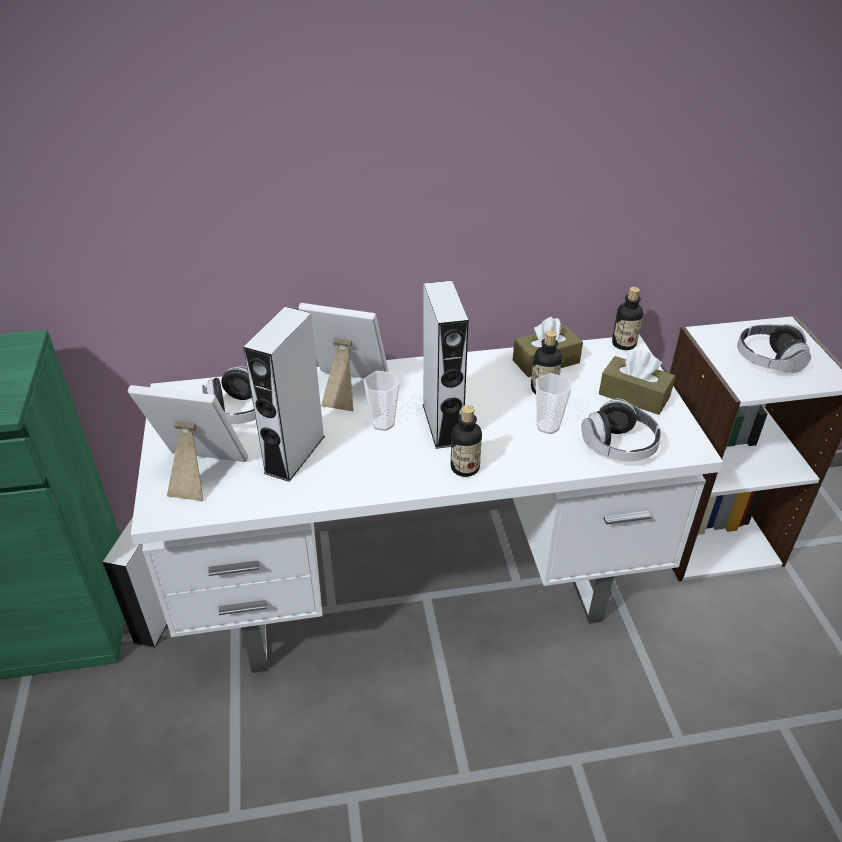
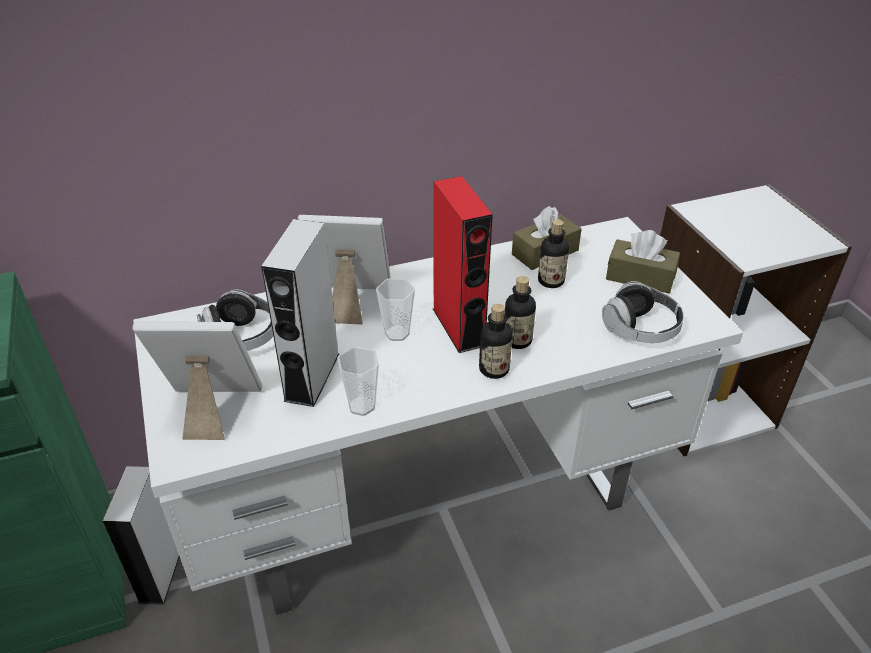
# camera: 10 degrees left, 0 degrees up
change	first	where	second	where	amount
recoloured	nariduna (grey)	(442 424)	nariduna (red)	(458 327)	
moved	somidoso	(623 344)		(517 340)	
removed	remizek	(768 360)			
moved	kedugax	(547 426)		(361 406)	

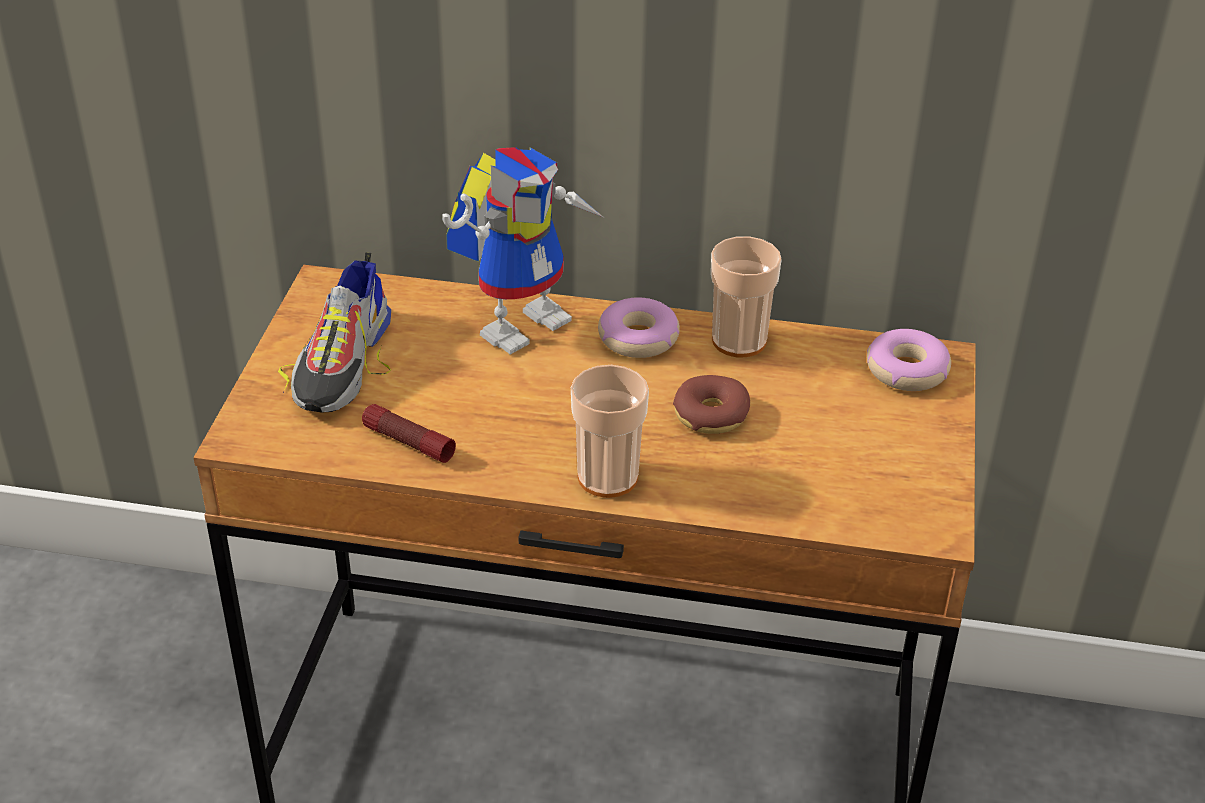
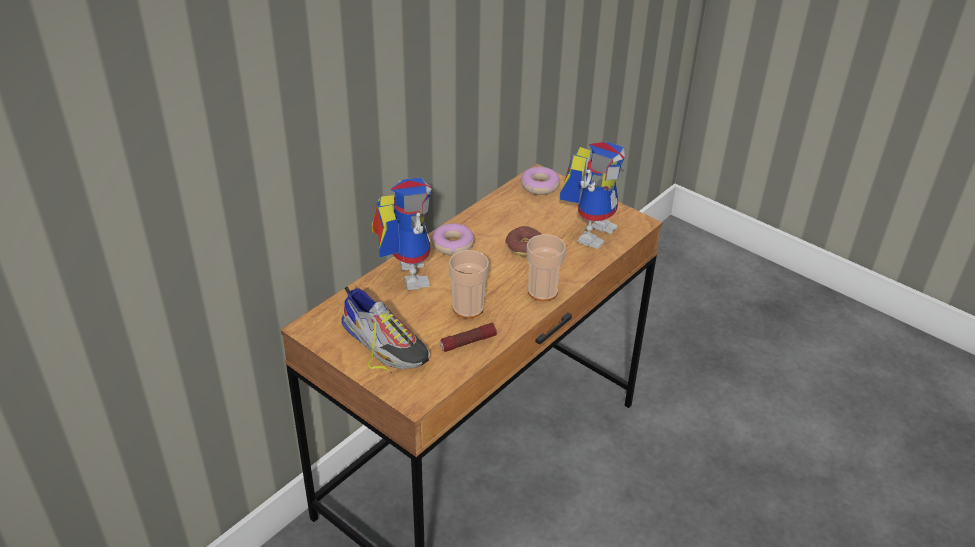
# camera: 60 degrees left, 0 degrees up
change	first	where	second	where	amount
moved	kedugax	(739 341)		(468 308)	
added			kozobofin	(592 230)	

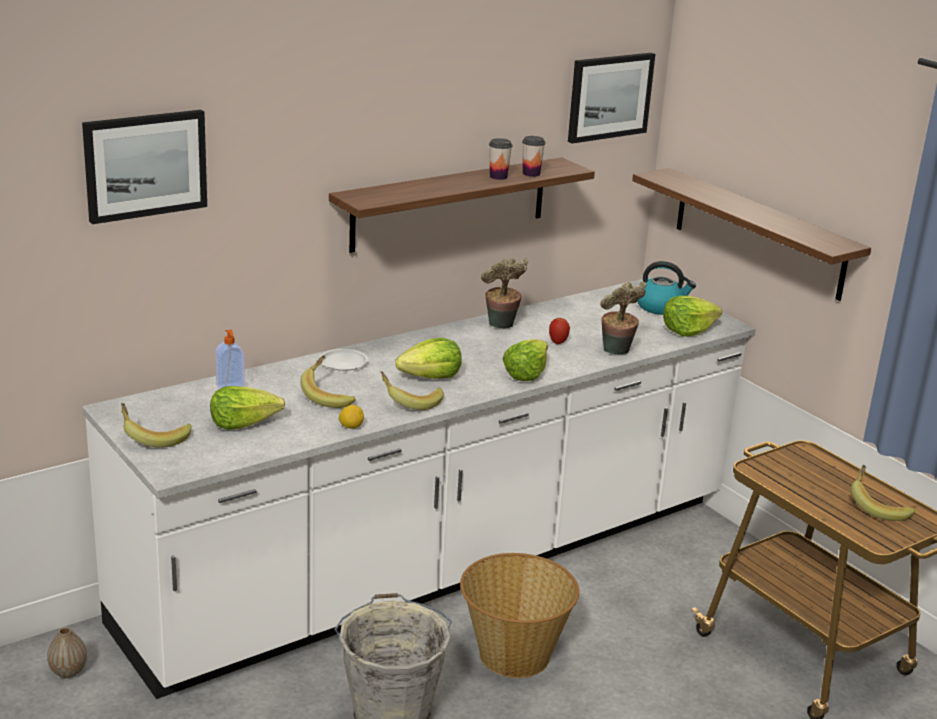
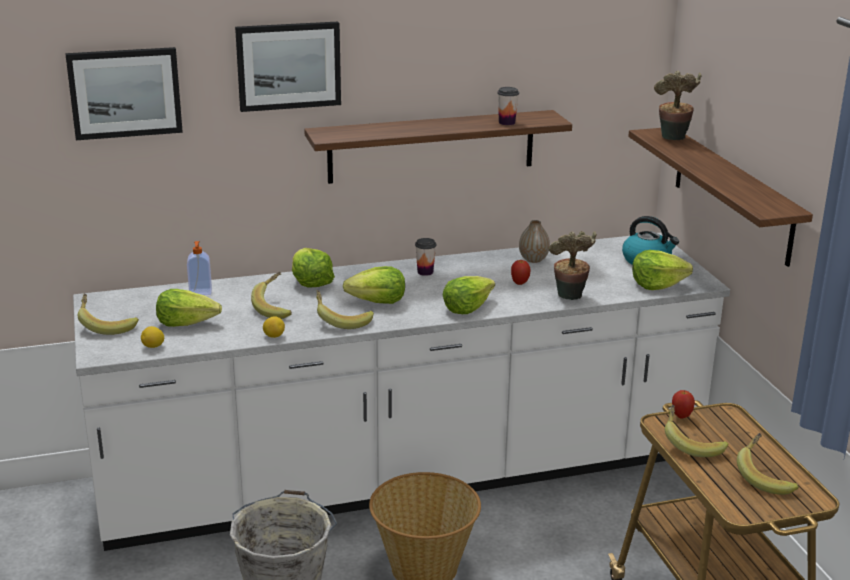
# camera: 20 degrees right, 0 degrees up
change	first	where	second	where	amount
moved	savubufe	(609 96)		(288 65)	
moved	kedugax	(498 177)		(425 272)	
moved	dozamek	(501 327)		(673 139)	
replaced	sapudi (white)	(343 363)	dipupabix	(311 282)	
moved	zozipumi	(68 672)		(533 259)	
added			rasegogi	(153 347)	
added			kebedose	(681 416)	
added			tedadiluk	(691 444)	

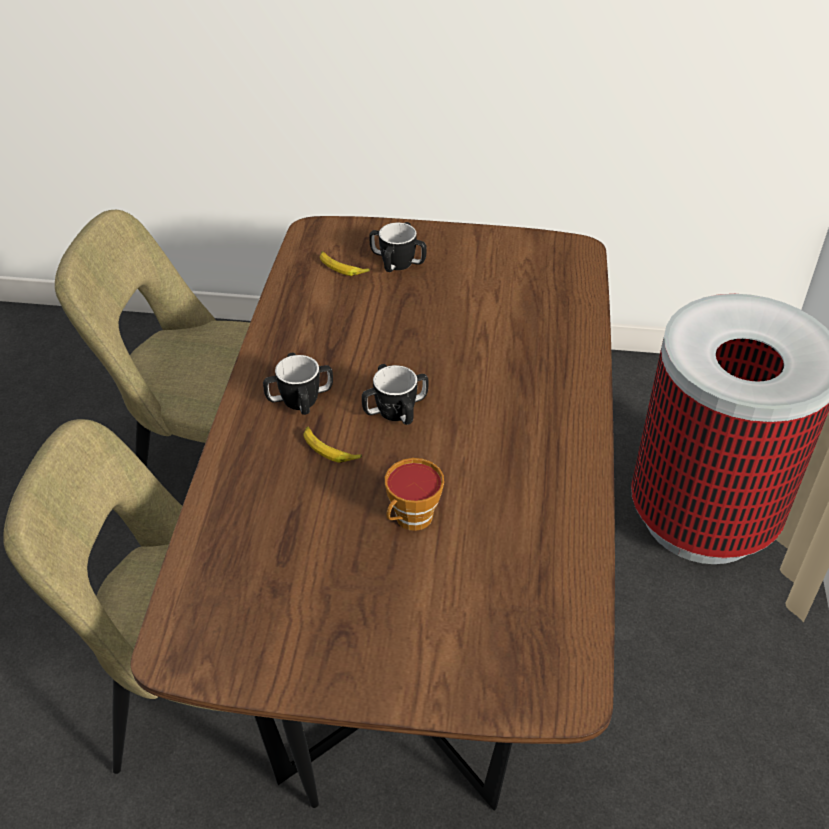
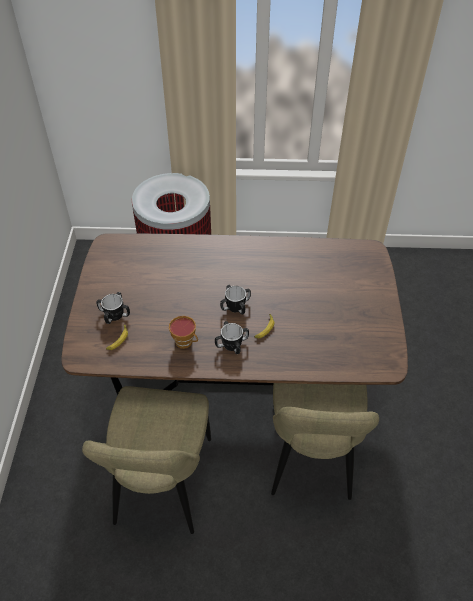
# camera: 95 degrees left, 5 degrees up
change	first	where	second	where	amount
moved	kedugax	(411 519)		(186 342)	

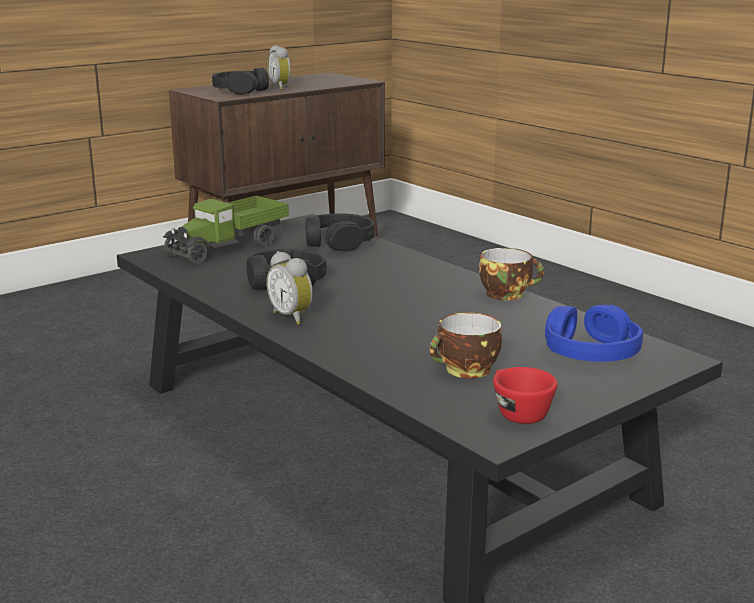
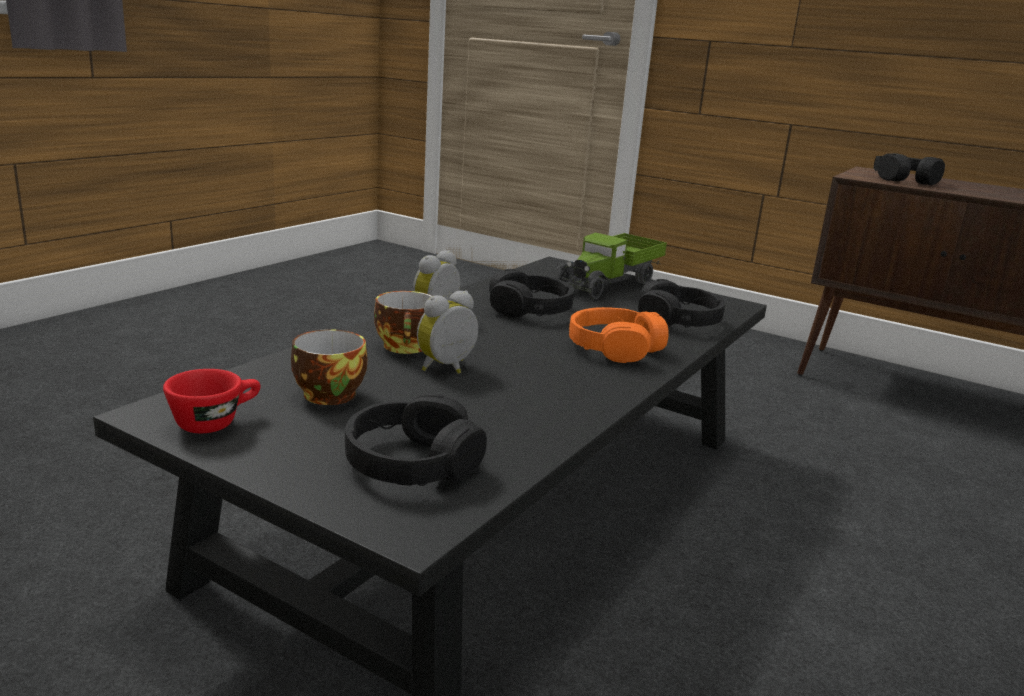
# camera: 70 degrees right, 0 degrees up
change	first	where	second	where	amount
moved	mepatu	(281 87)		(448 368)	
turned	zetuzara	(228 247)		(609 283)	75 degrees counterclockwise
moved	kedugax	(507 294)		(407 347)	
recoloured	remizek (blue)	(590 351)	remizek (black)	(412 463)	
added			remizek (orange)	(614 347)	

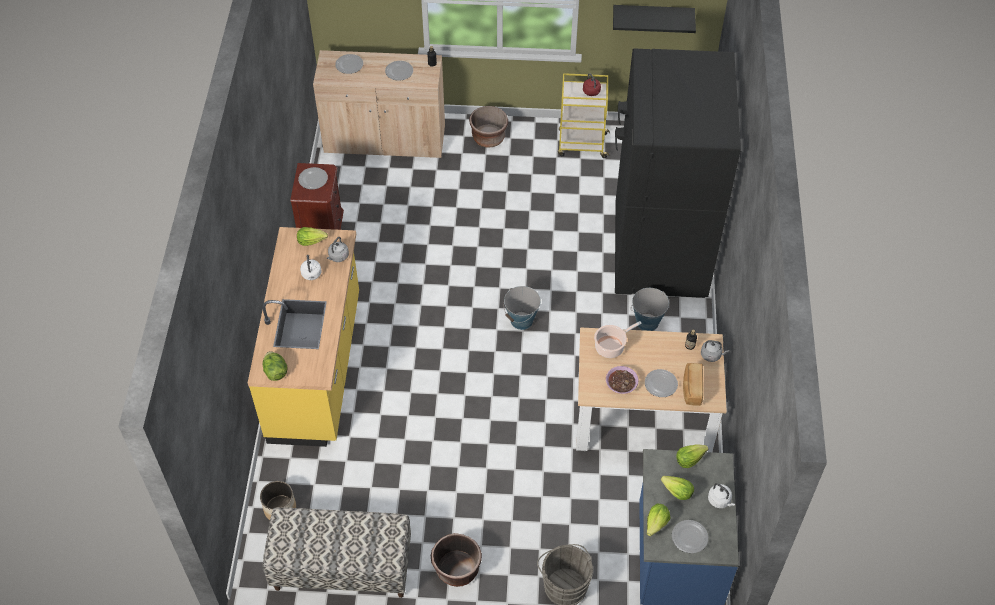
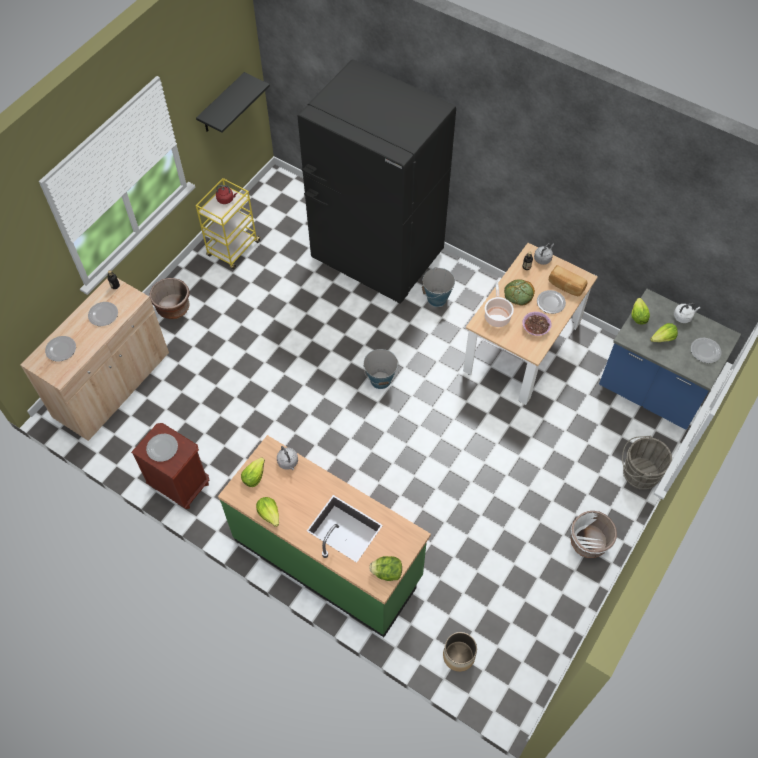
# camera: 60 degrees left, 5 degrees up
change	first	where	second	where	amount
recoloured	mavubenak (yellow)	(317 368)	mavubenak (green)	(328 558)	
removed	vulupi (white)	(311 275)			
moved	dipupabix	(656 523)		(269 514)	
removed	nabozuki	(342 568)			
recoloured	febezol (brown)	(457 569)	febezol (white)	(588 542)	
added			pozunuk	(518 294)	

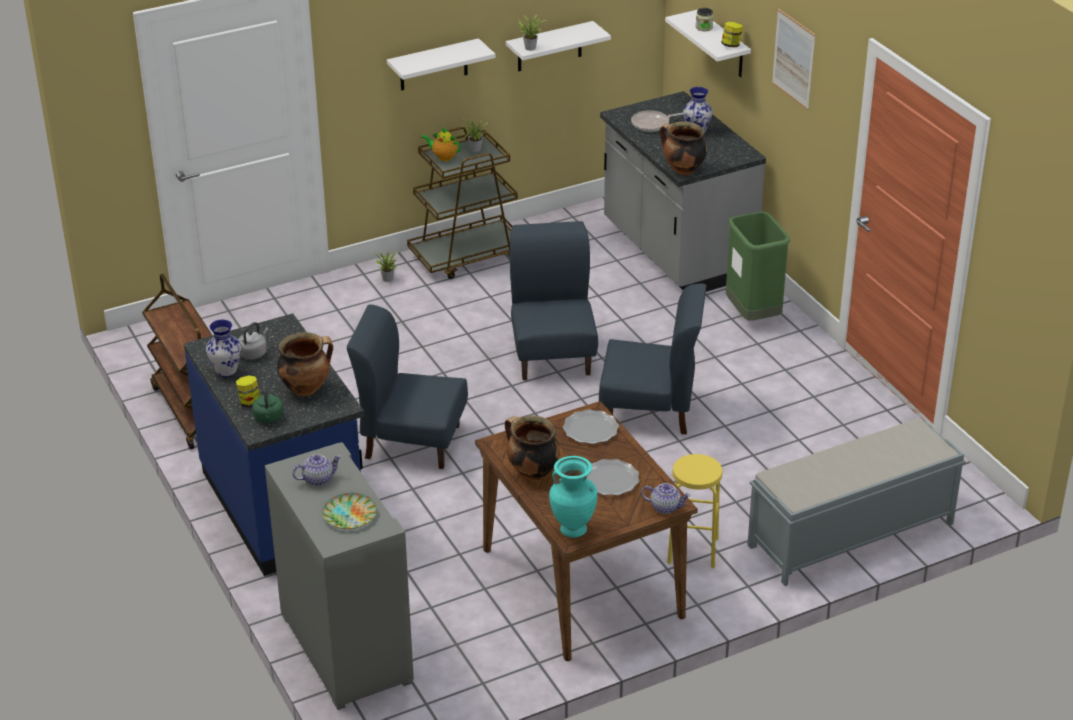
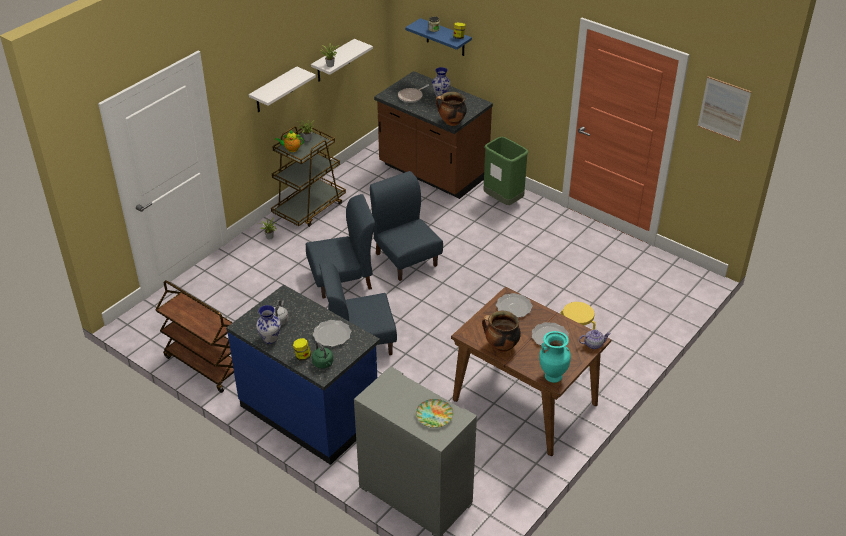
# camera: 25 degrees left, 5 degrees up
change	first	where	second	where	amount
moved	savubufe	(793 59)		(724 109)	
recoloured	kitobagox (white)	(723 45)	kitobagox (blue)	(445 38)	
recoloured	mavubenak (grey)	(676 252)	mavubenak (brown)	(432 172)	
moved	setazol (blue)	(650 410)		(342 279)	
replaced	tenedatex	(306 388)	sapudi	(332 334)	
removed	nabozuki (grey)	(849 535)			
removed	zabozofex	(318 479)			

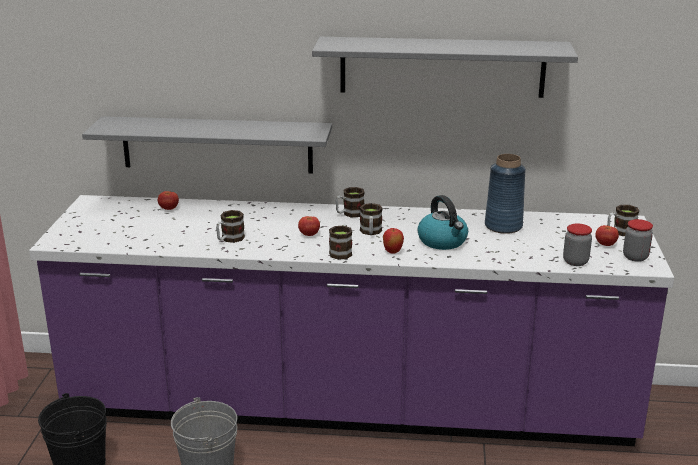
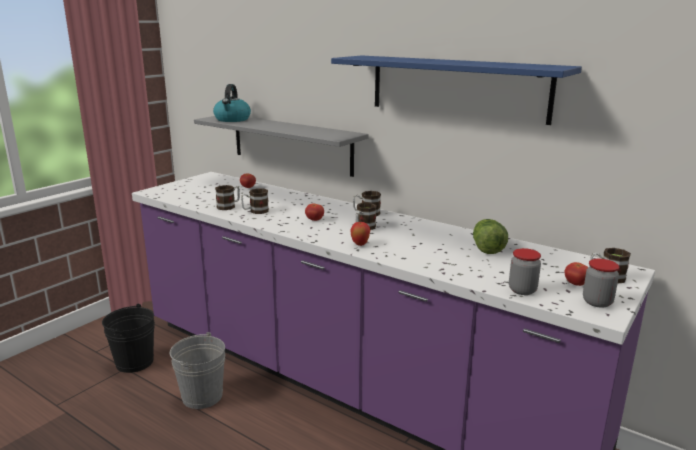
# camera: 30 degrees right, 5 degrees down
change	first	where	second	where	amount
recoloured	kitobagox (grey)	(442 67)	kitobagox (blue)	(457 87)	
replaced	zozipumi (blue)	(503 226)	dipupabix	(487 247)	
moved	vulupi	(443 241)		(232 119)	
moved	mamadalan	(341 252)		(229 206)	

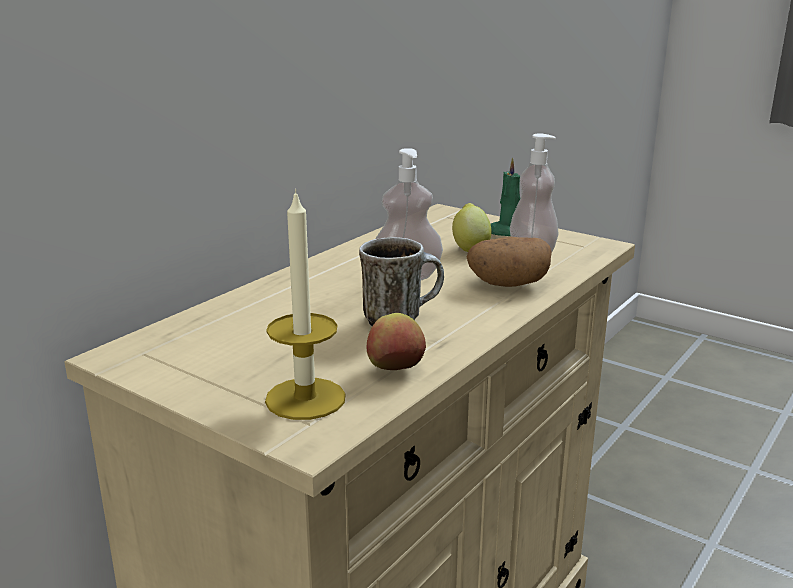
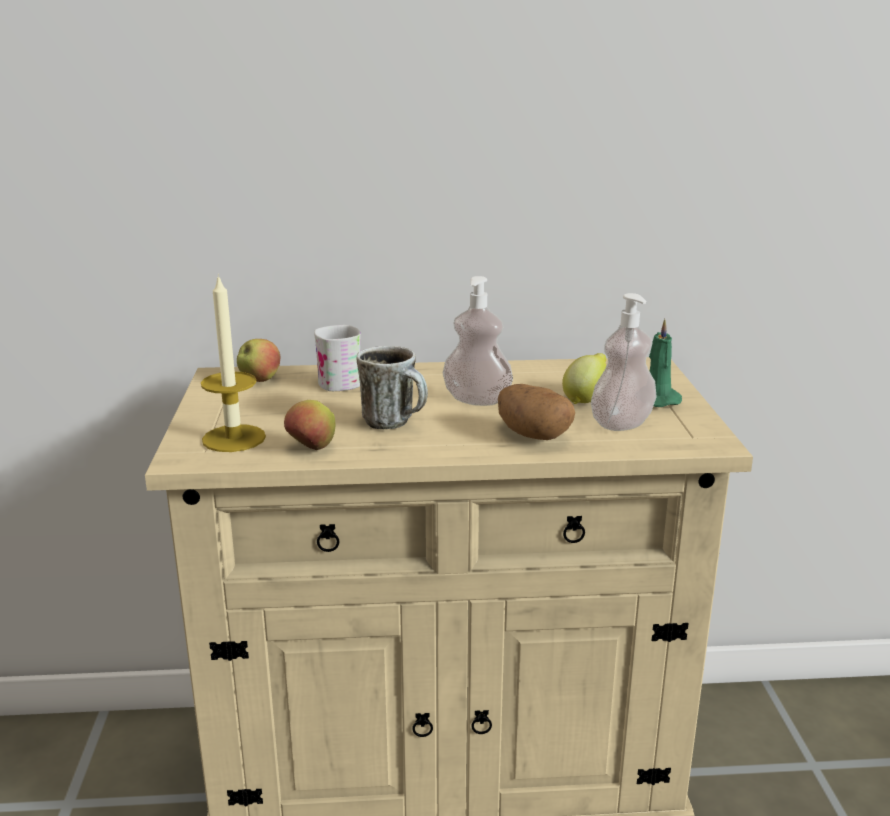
# camera: 50 degrees right, 0 degrees up
change	first	where	second	where	amount
added			mamadalan (white)	(337 381)	
added			kebedose	(260 380)	

